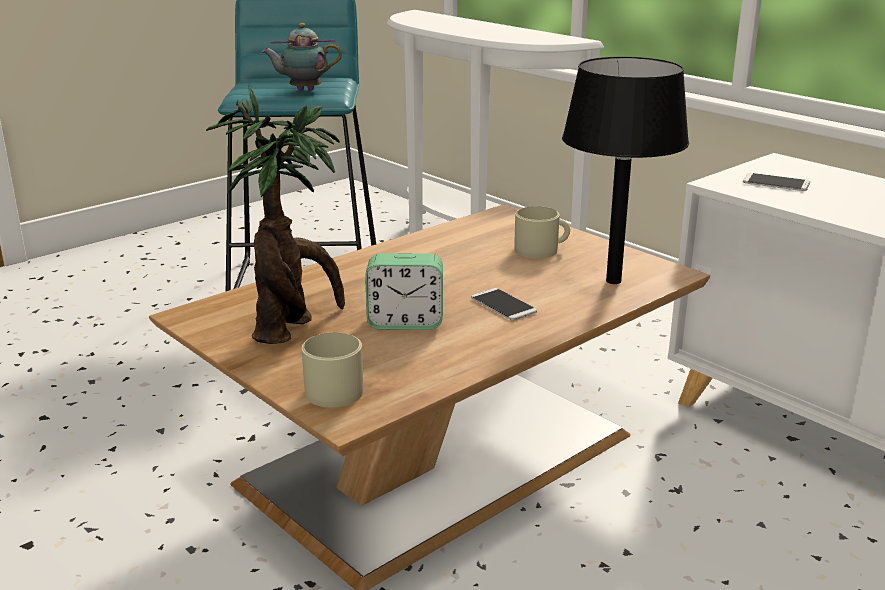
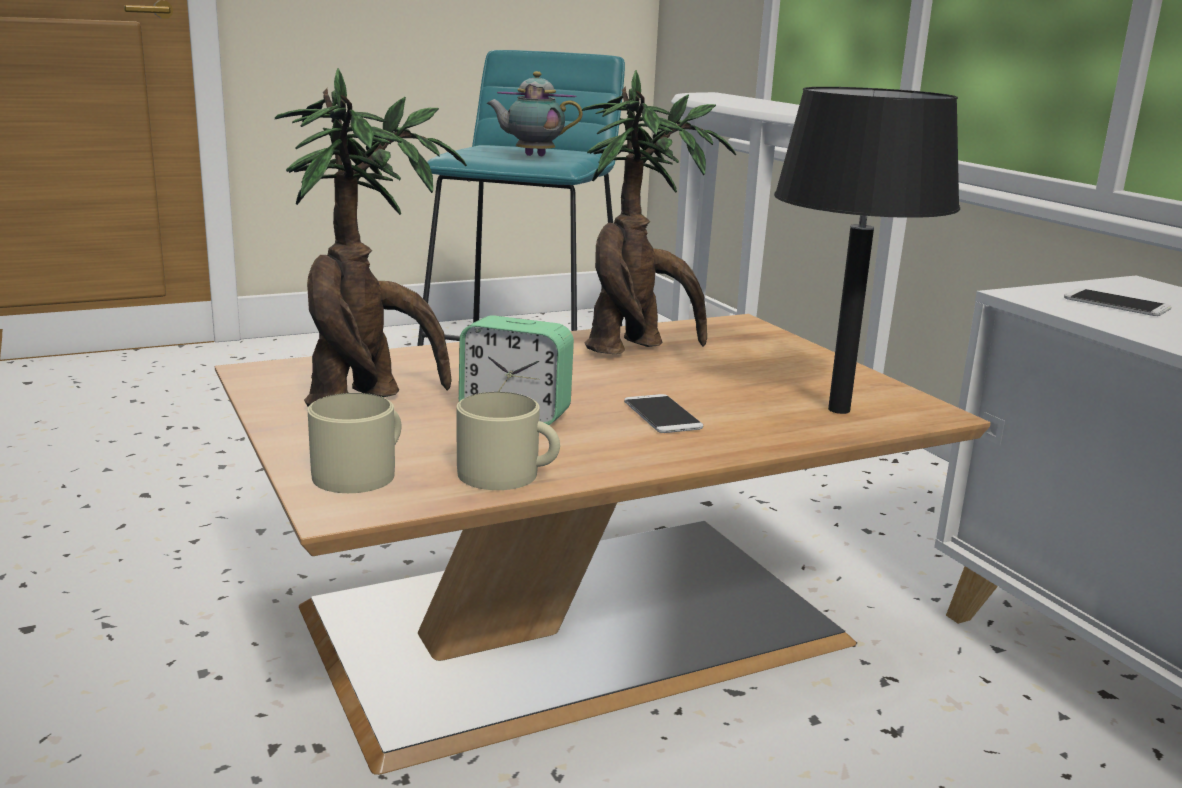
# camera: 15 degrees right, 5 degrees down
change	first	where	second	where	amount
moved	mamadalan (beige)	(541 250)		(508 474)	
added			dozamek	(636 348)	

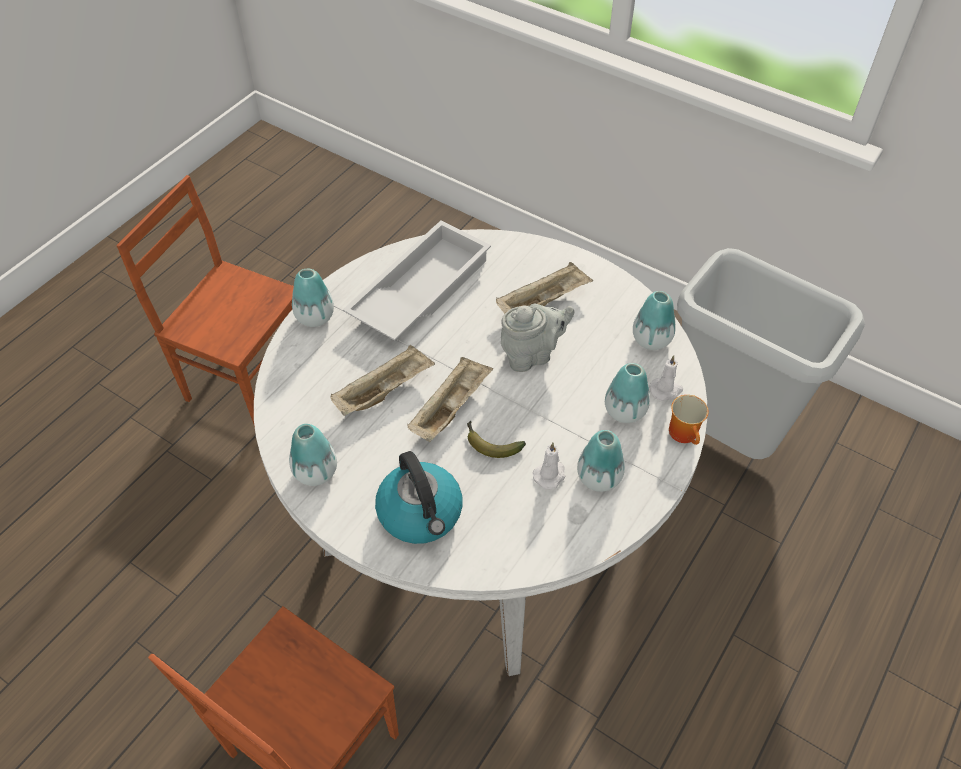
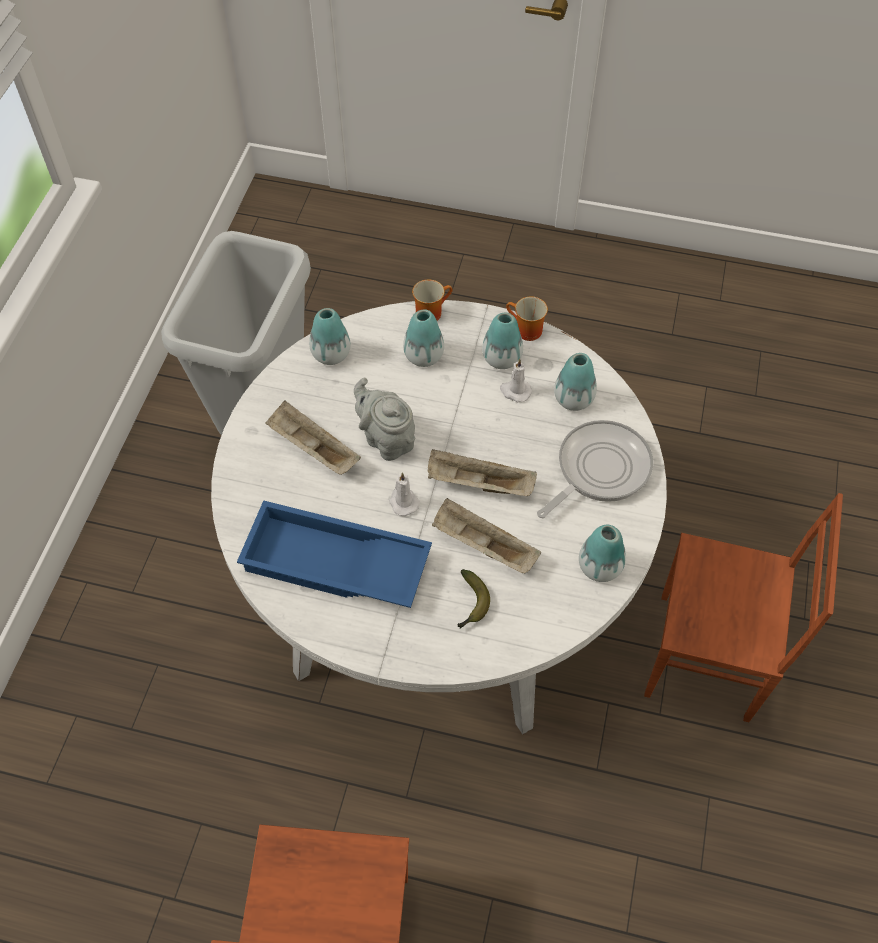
# camera: 110 degrees left, 5 degrees up
change	first	where	second	where	amount
recoloured	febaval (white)	(419 289)	febaval (blue)	(334 565)	
moved	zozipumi	(315 317)		(573 399)	
moved	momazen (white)	(666 390)		(403 502)	
moved	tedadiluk	(490 444)		(470 604)	
replaced	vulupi	(421 514)	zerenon	(598 469)	
added			mamadalan	(525 331)	

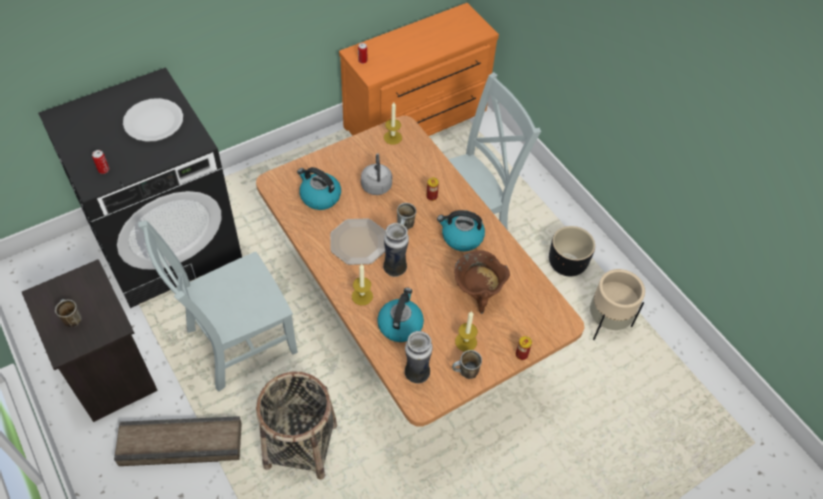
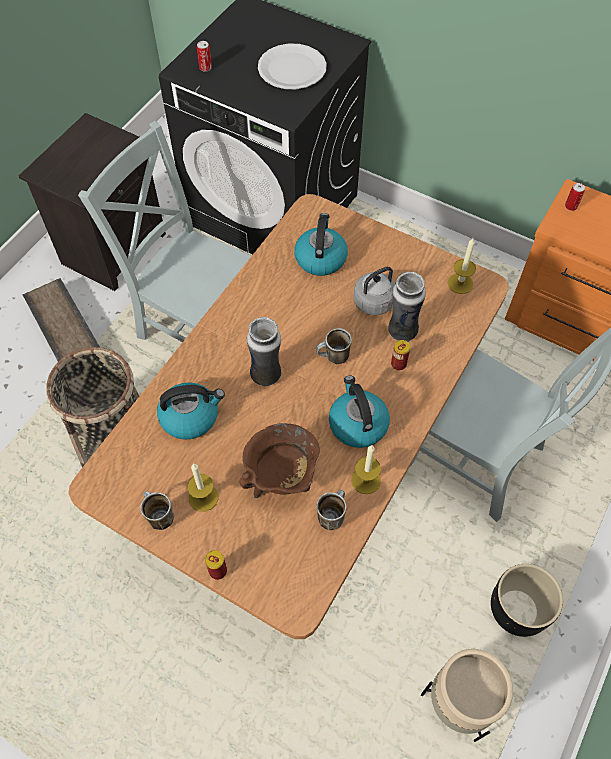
# camera: 65 degrees right, 5 degrees up
change	first	where	second	where	amount
removed	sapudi	(358 242)			
moved	momazen	(362 296)		(365 480)	
moved	mamadalan	(71 319)		(331 515)	
moved	zozipumi	(416 374)		(402 331)	

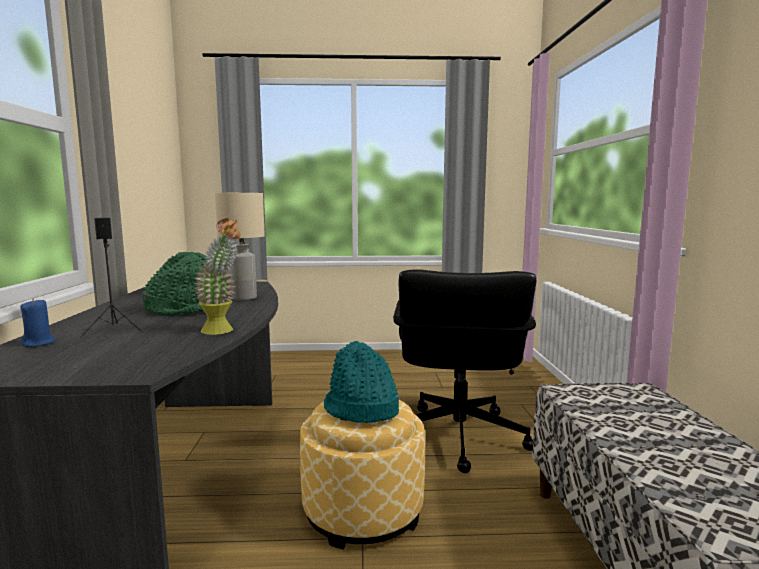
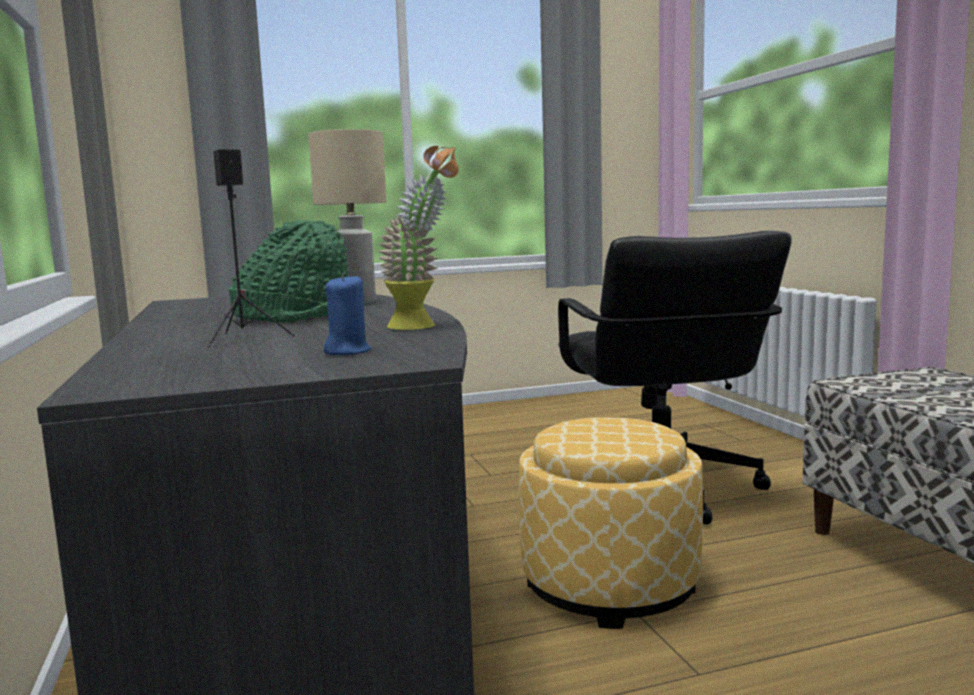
# camera: 15 degrees left, 0 degrees up
change	first	where	second	where	amount
moved	momazen (blue)	(39 343)		(348 352)	
removed	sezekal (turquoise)	(360 409)			

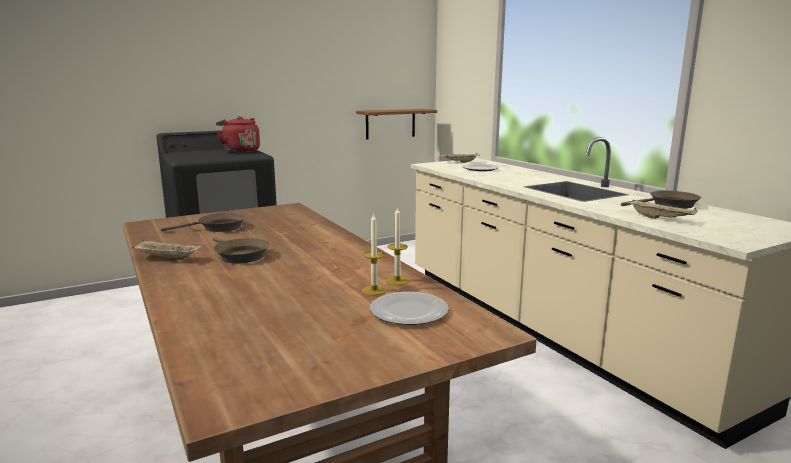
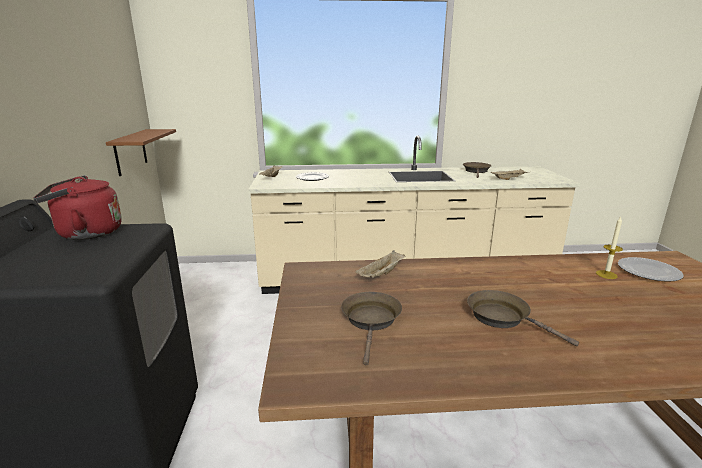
# camera: 65 degrees left, 5 degrees up
change	first	where	second	where	amount
removed	momazen	(397 281)			
turned	zerenon (brown)	(239 255)		(502 318)	120 degrees counterclockwise
moved	febaval (beige)	(166 259)		(381 275)	

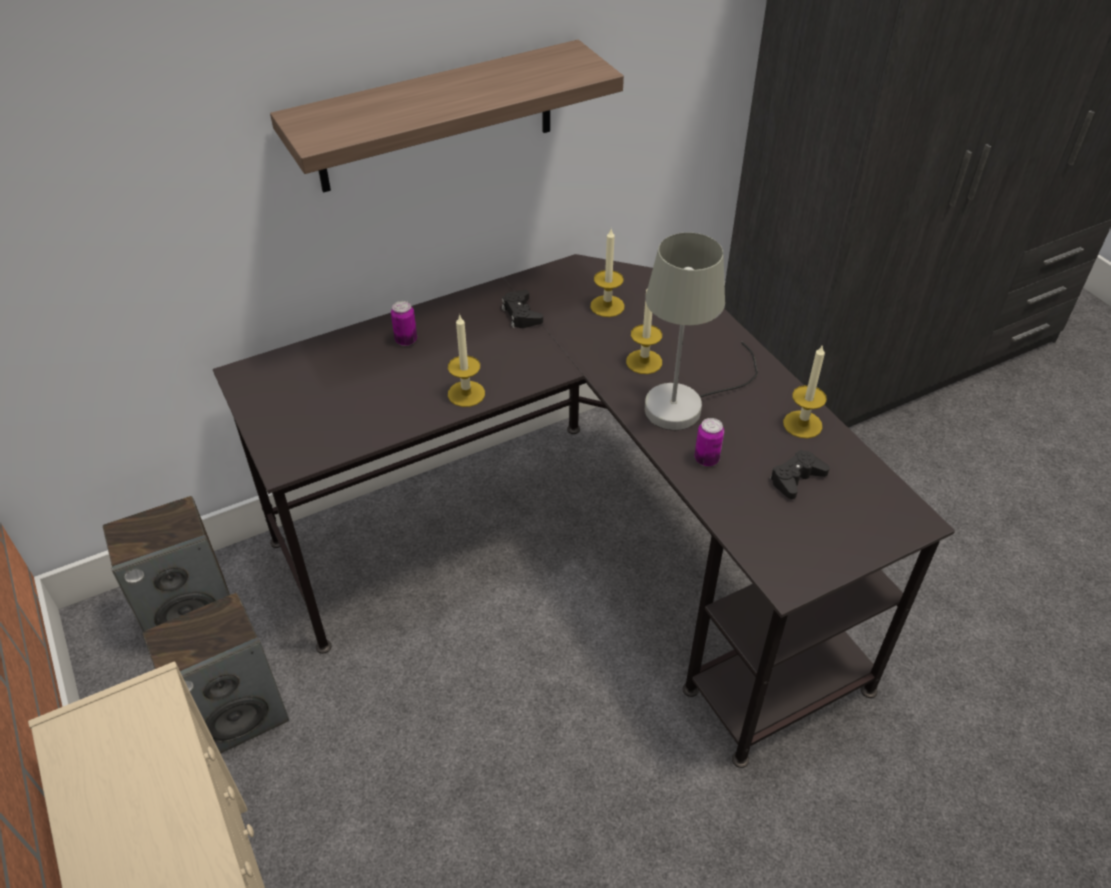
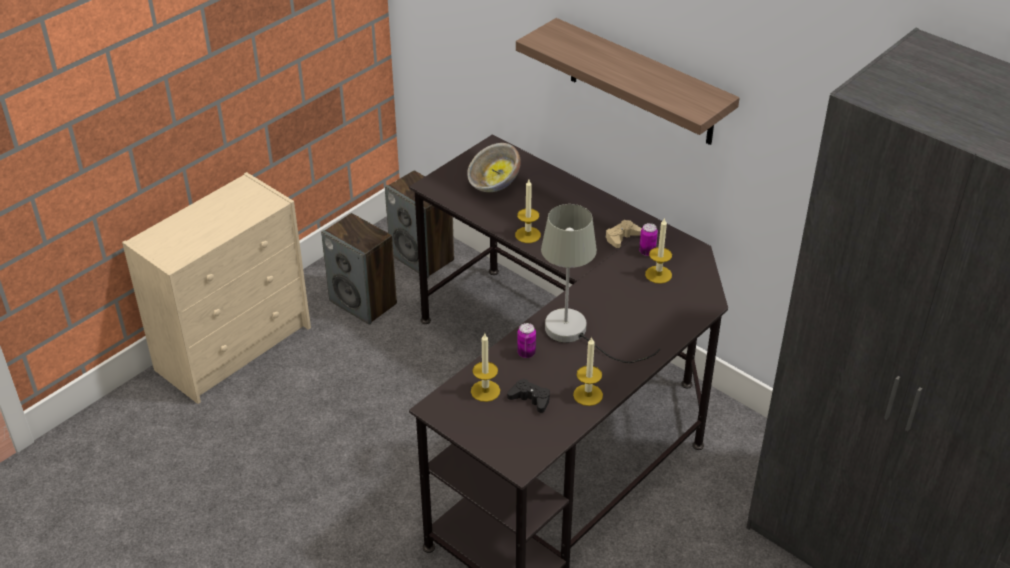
# camera: 70 degrees right, 5 degrees down
change	first	where	second	where	amount
moved	momazen	(644 362)		(485 391)	
recoloured	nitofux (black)	(521 314)	nitofux (beige)	(622 237)	
moved	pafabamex	(406 340)		(647 252)	
added			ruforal	(494 185)	

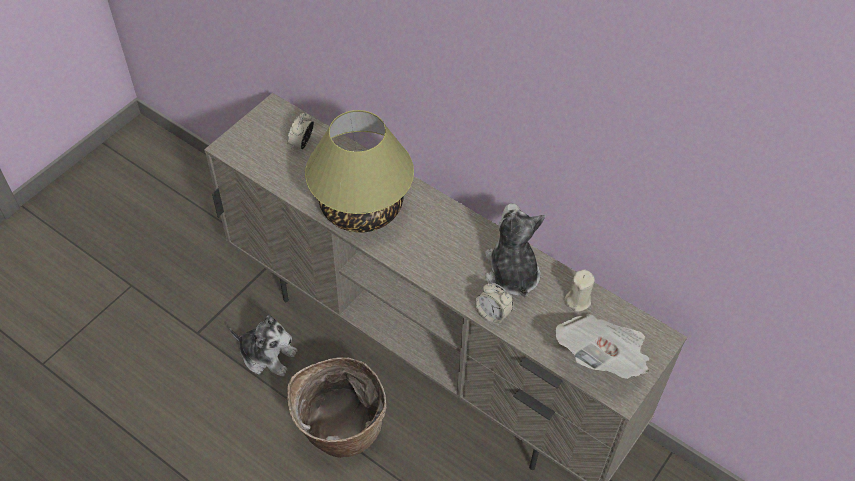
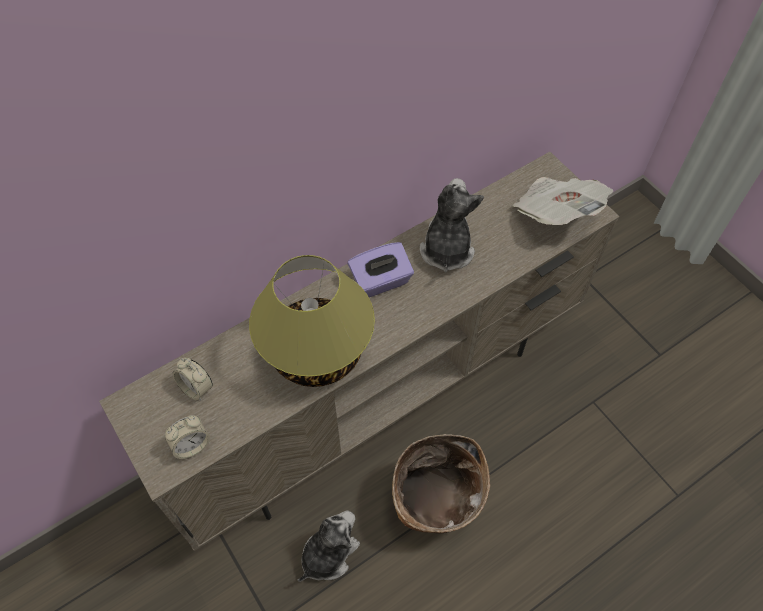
# camera: 70 degrees left, 5 degrees up
change	first	where	second	where	amount
turned	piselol	(511 273)		(446 249)	90 degrees clockwise
removed	momazen (beige)	(578 300)			
moved	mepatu	(492 314)		(191 445)	
added			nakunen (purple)	(381 281)	

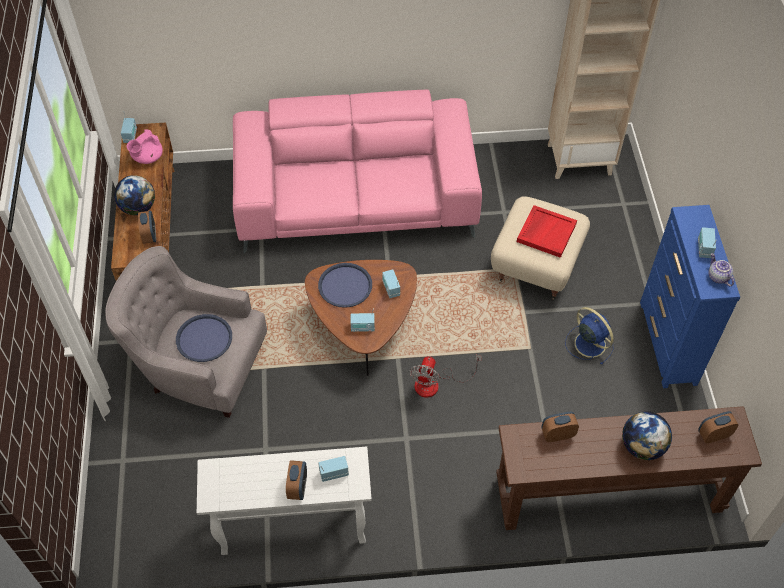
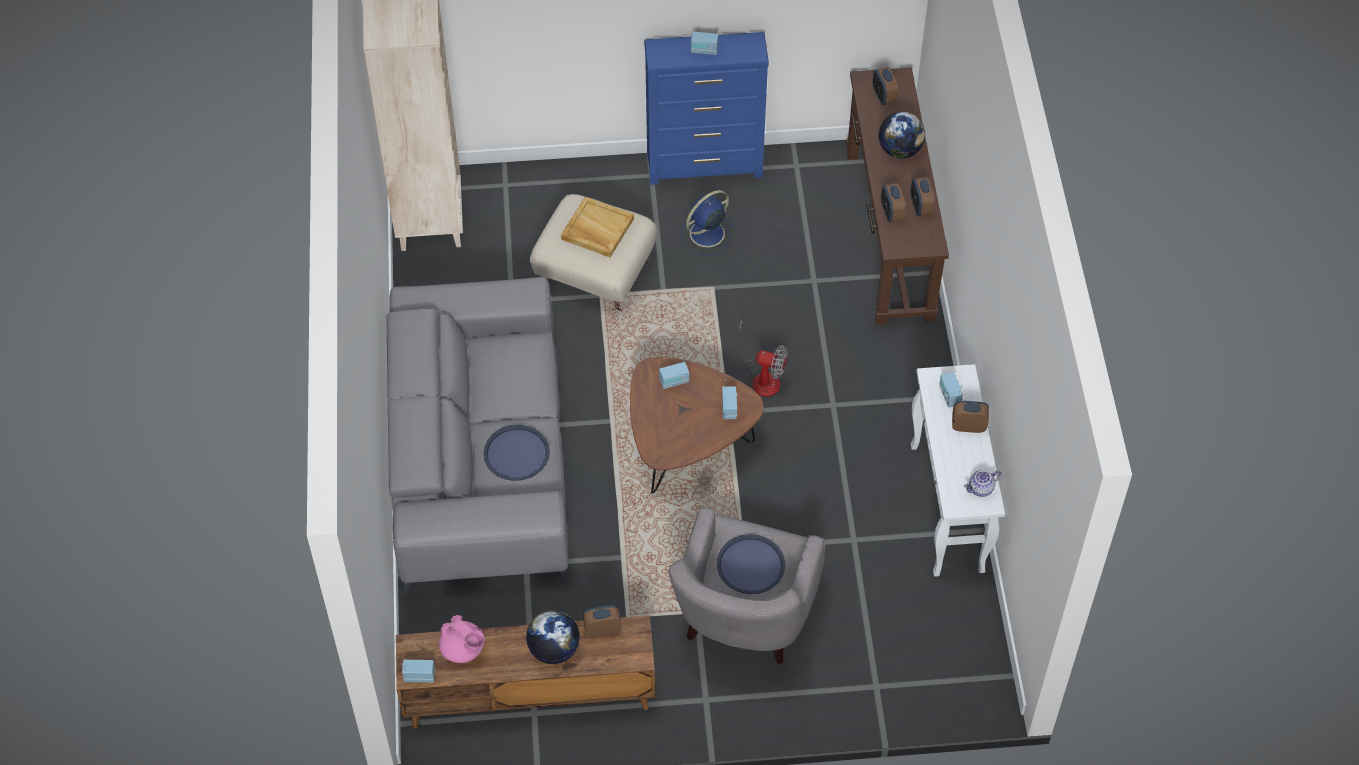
# camera: 90 degrees left, 0 degrees up
change	first	where	second	where	amount
recoloured	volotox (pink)	(356 198)	volotox (grey)	(480 457)	
recoloured	febaval (red)	(546 232)	febaval (beige)	(597 229)	
moved	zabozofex	(717 277)		(981 489)	
moved	febaval (blue)	(345 286)		(516 453)	
added			mepatu	(920 207)	

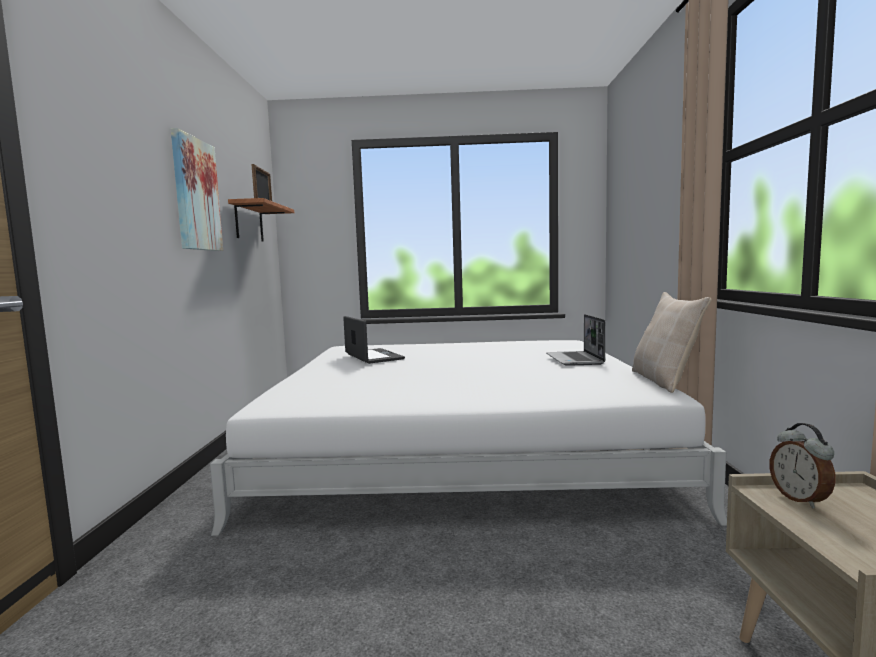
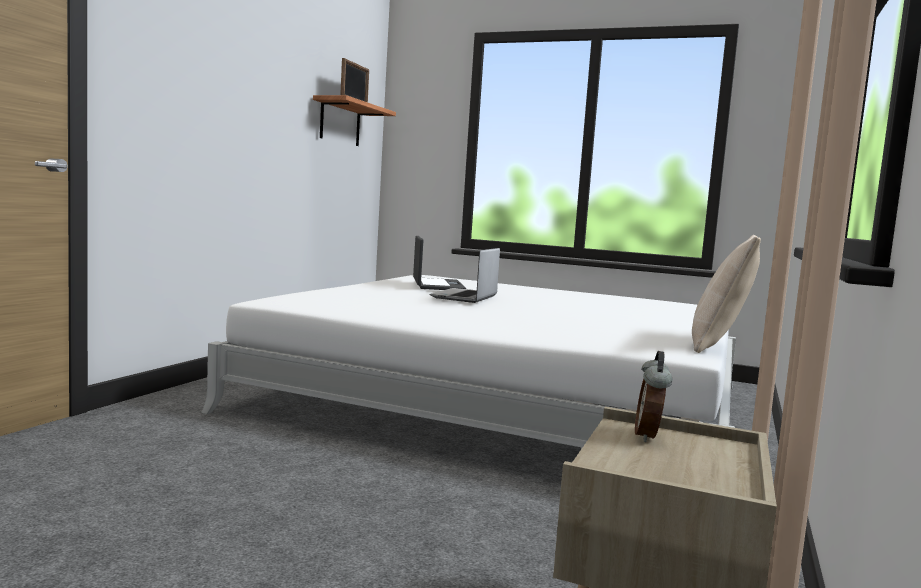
# camera: 20 degrees right, 0 degrees up
change	first	where	second	where	amount
removed	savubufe	(195 194)			
moved	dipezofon	(575 360)		(465 297)	

